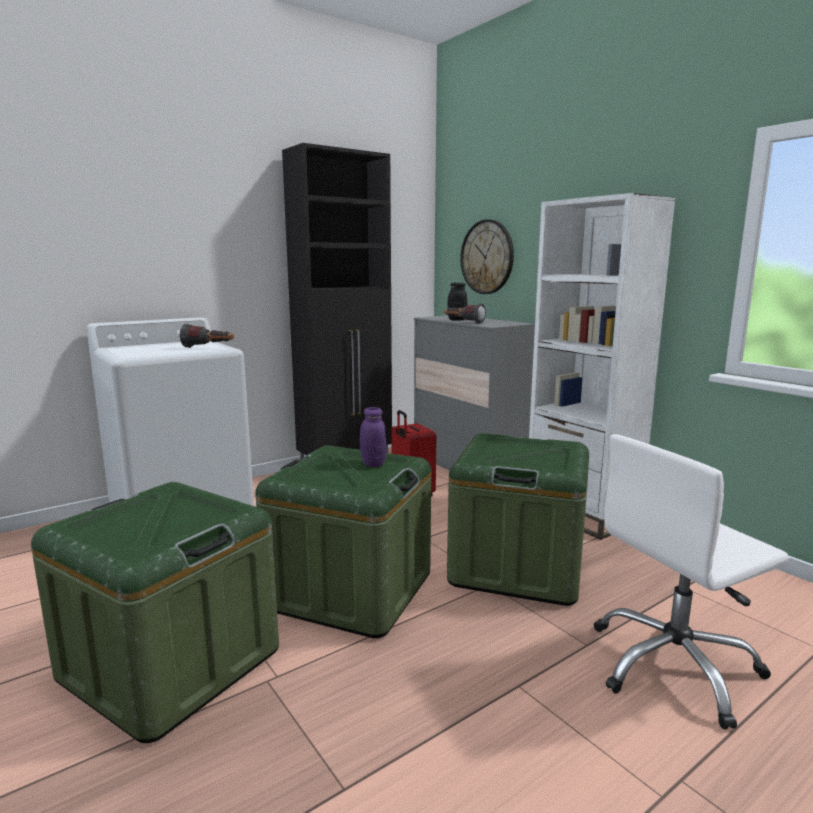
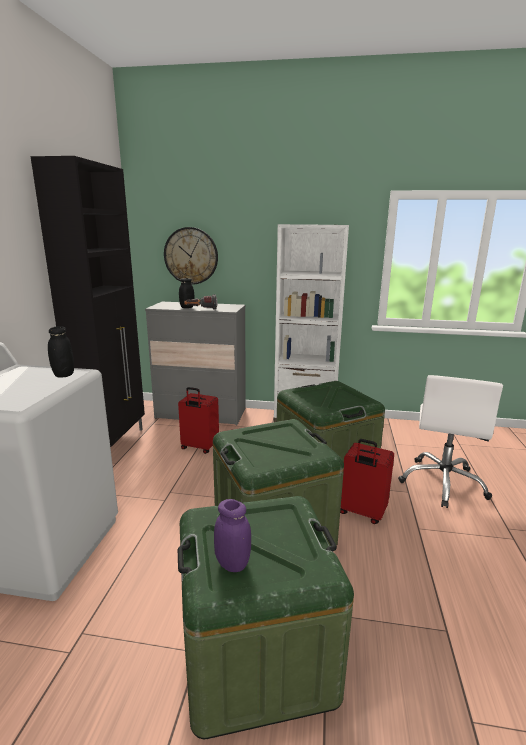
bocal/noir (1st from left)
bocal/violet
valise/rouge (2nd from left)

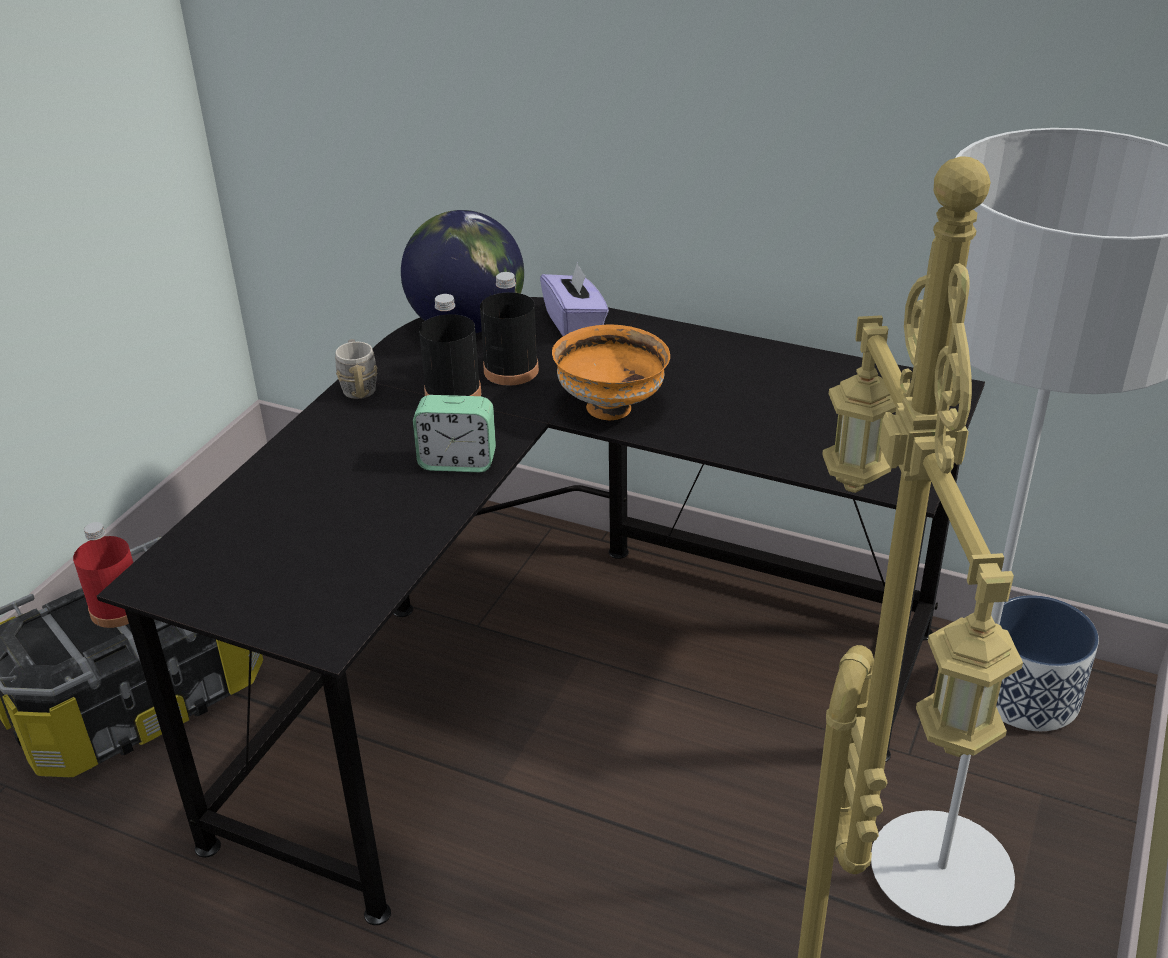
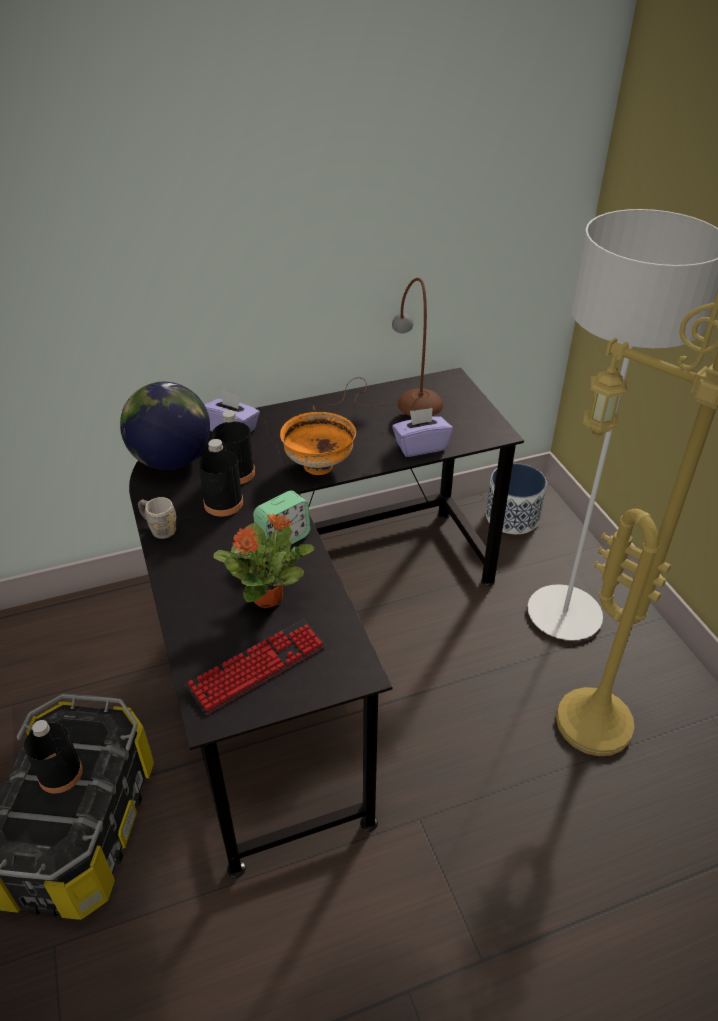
bouteille/noir (1st from left)
clavier
plante en pot
lampe de table/marron
boîte à mouchoirs/violet (2nd from left)

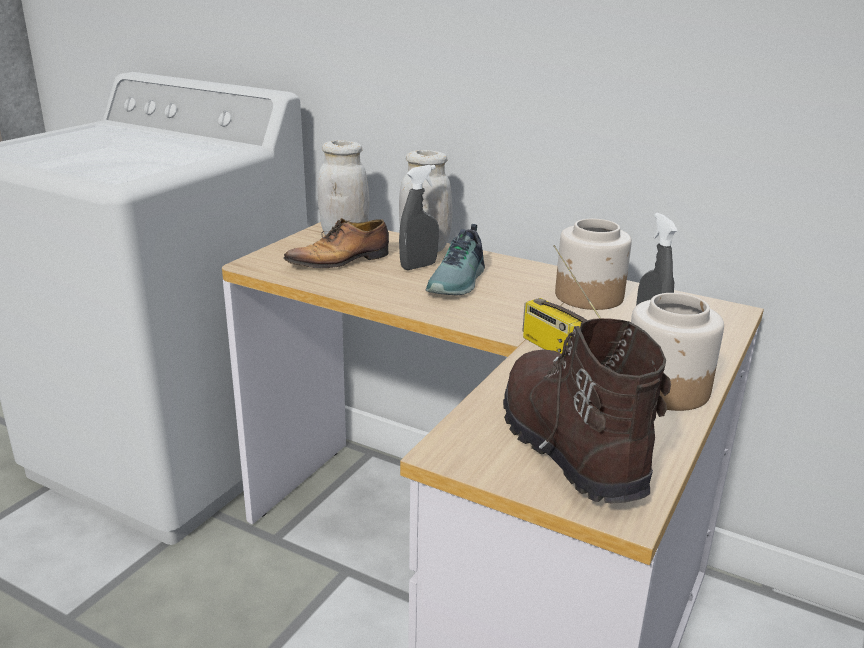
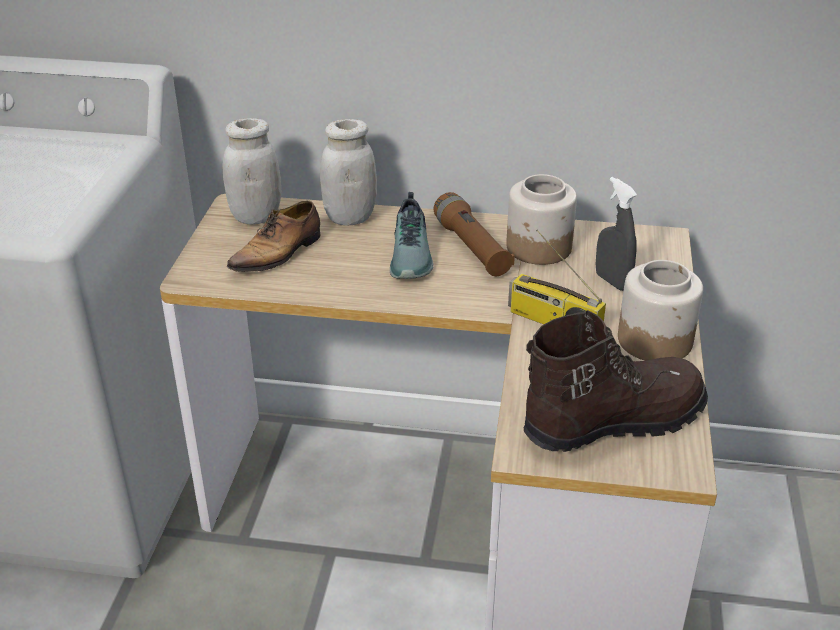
lampe de poche/marron
botte/marron
vaporisateur/gris (1st from left in the first image)

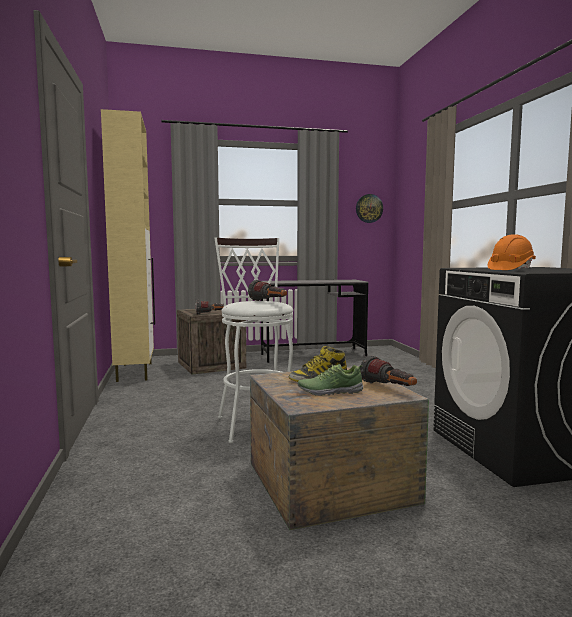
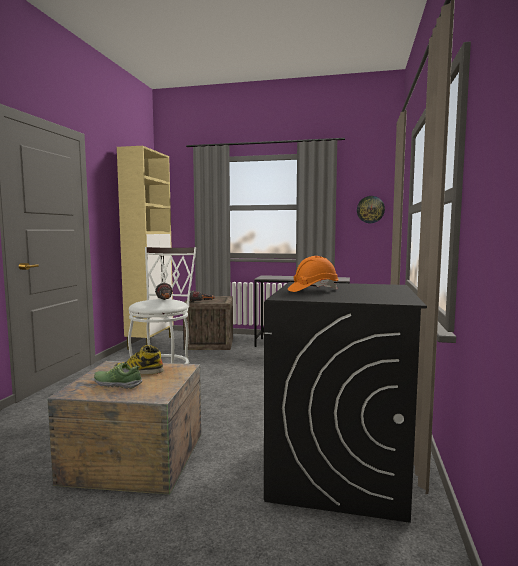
lampe de poche (3rd from left in the first image)

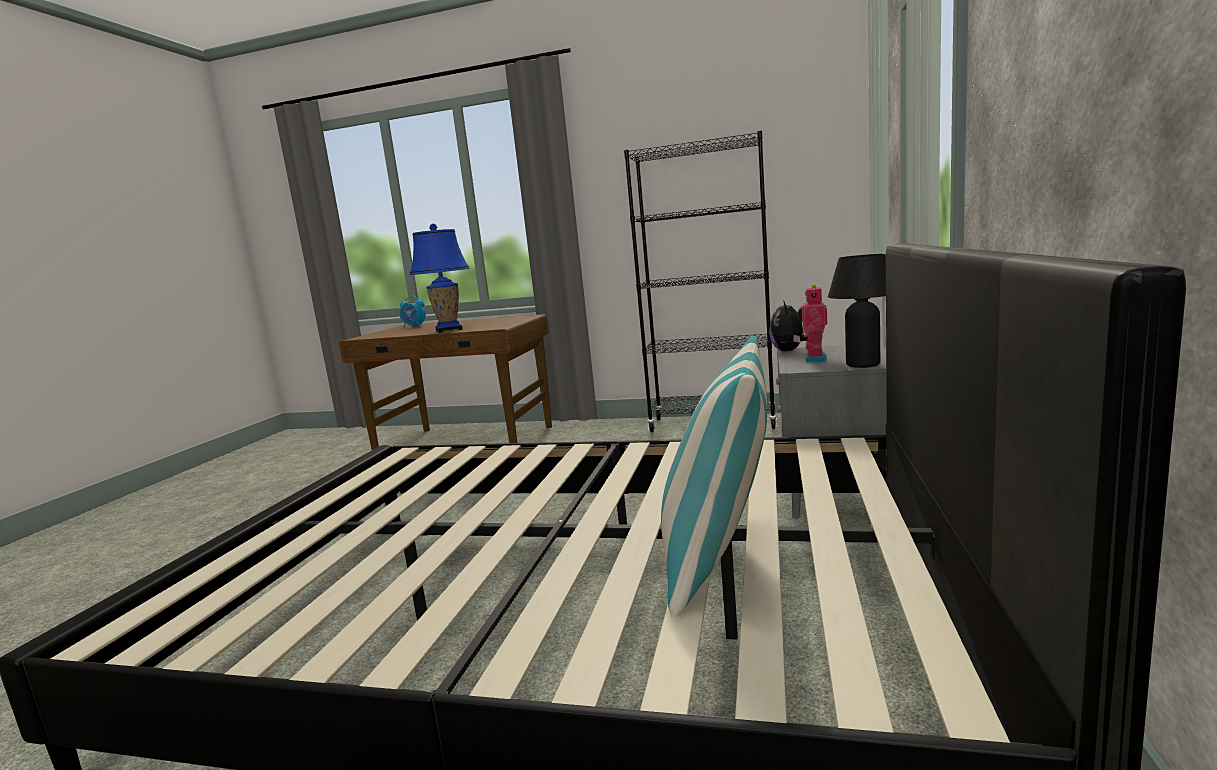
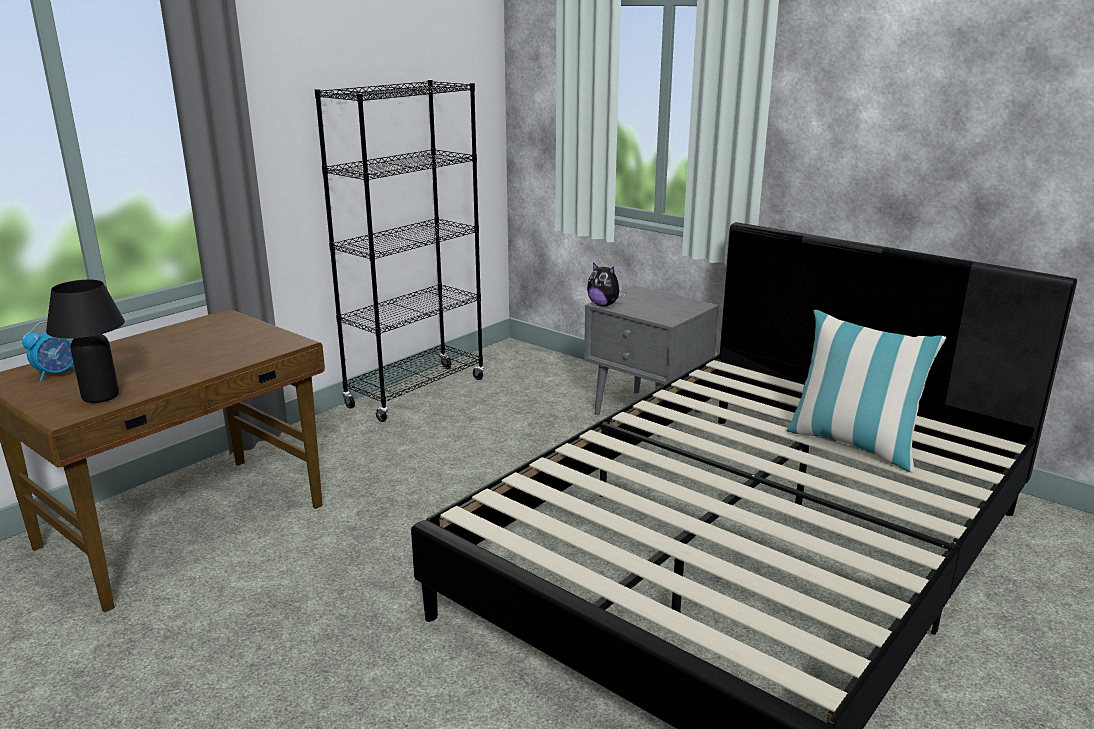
lampe de table/noir
lampe de table/bleu
robot jouet

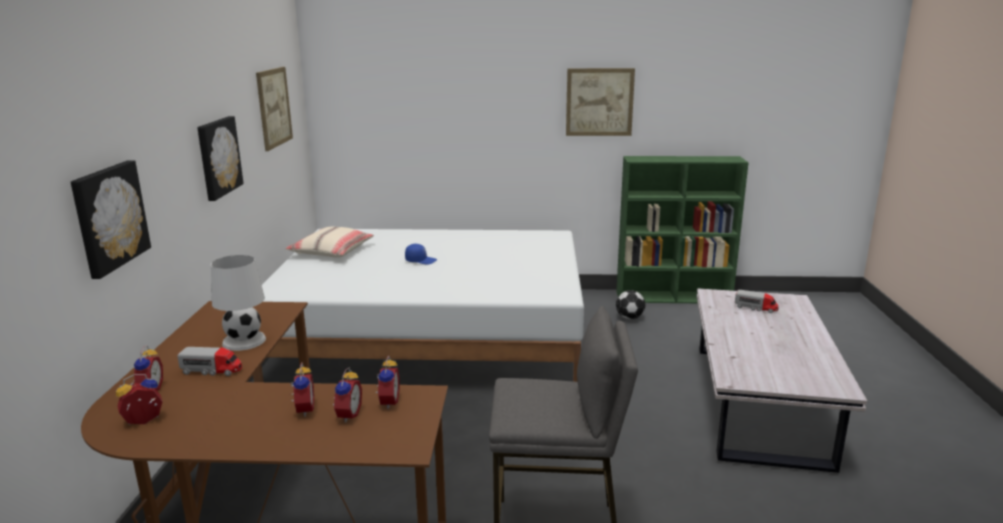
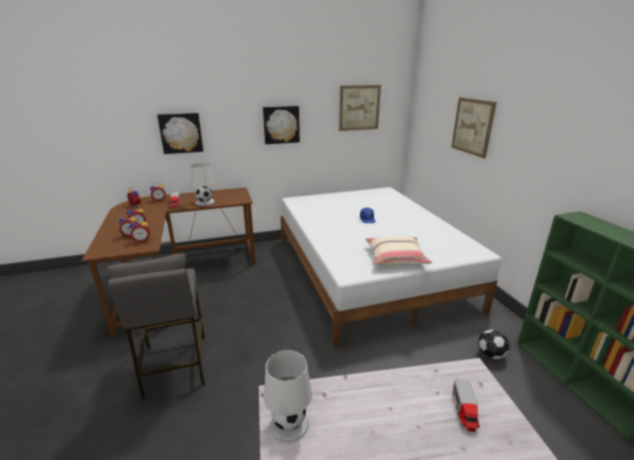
lampe de table/blanc (2nd from left)
coussin/beige
tableau (4th from left)

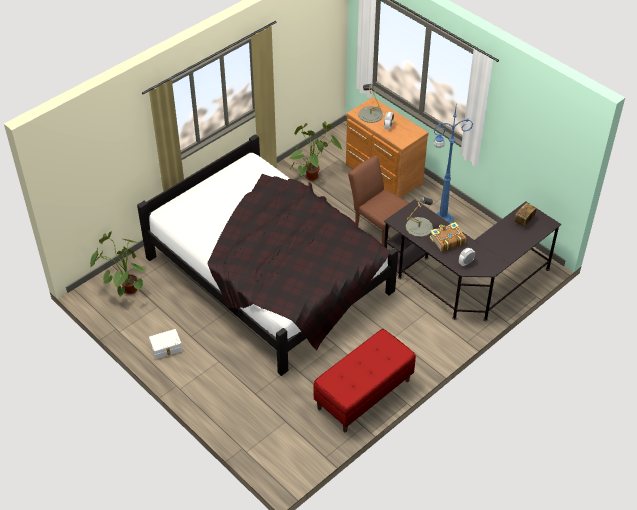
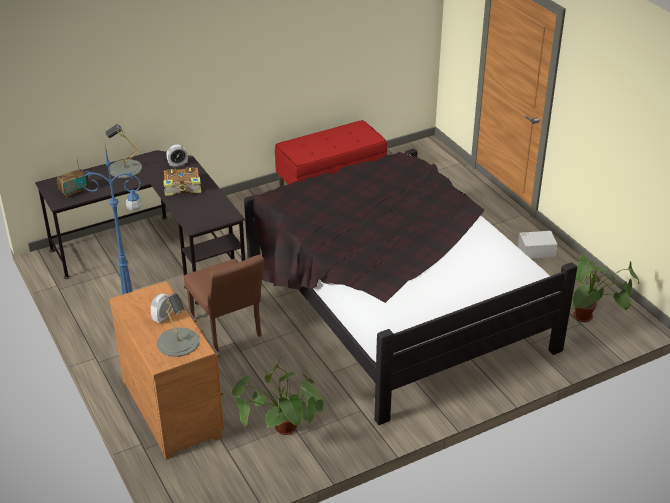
lampe de table/gris (1st from left)

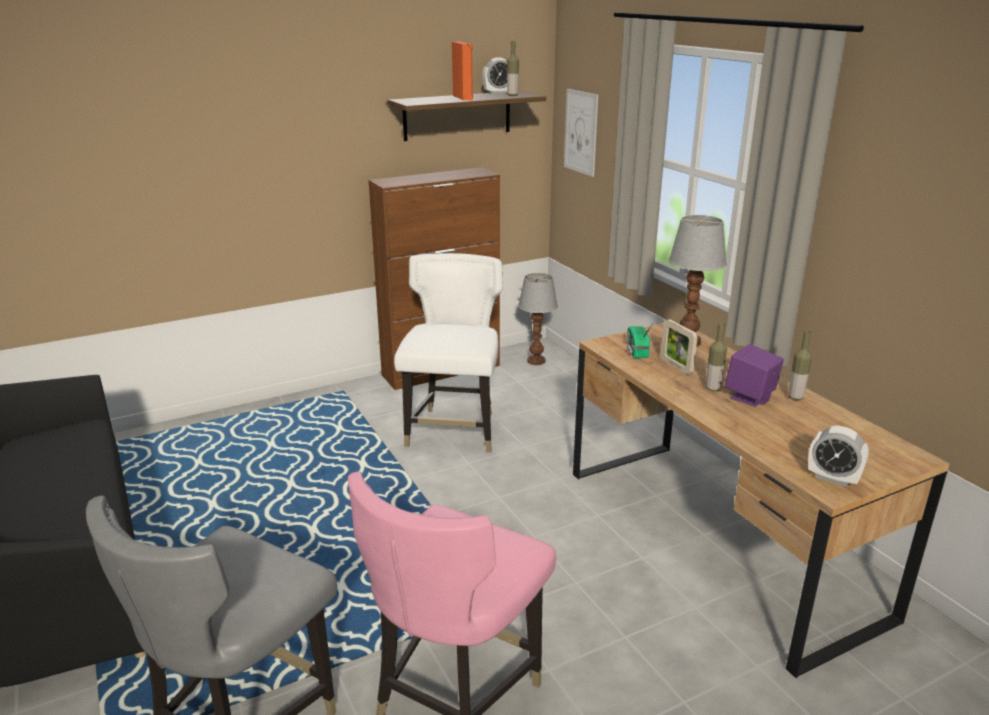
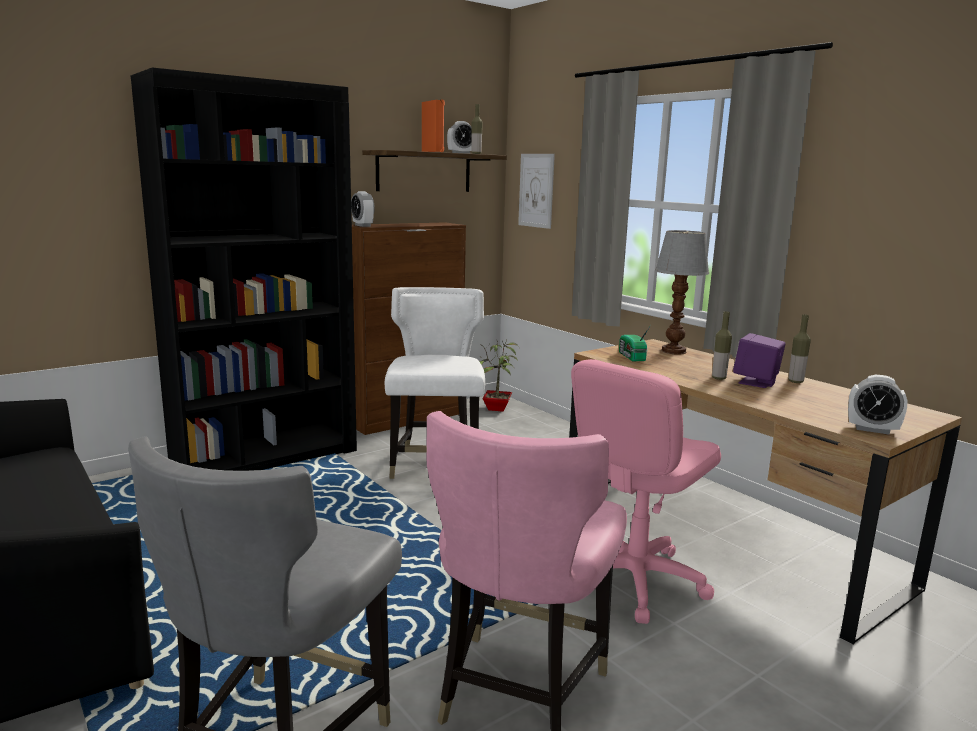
bibliothèque/noir
réveil (1st from left)
plante en pot
chaise de bureau/rose
cadre photo

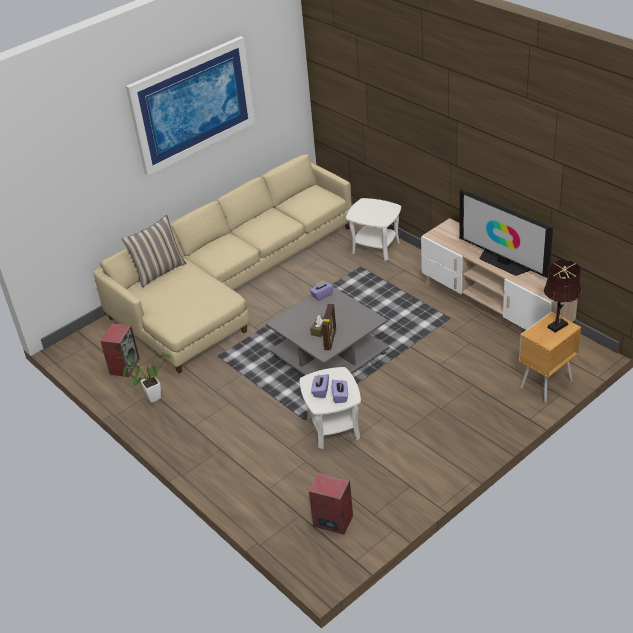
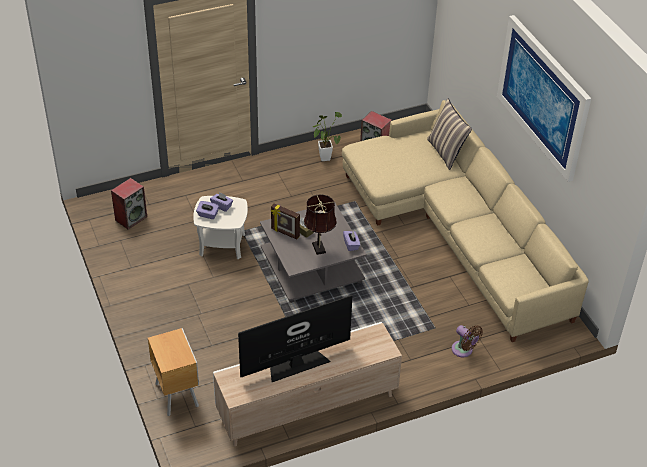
lampe de table/marron
ventilateur/marron

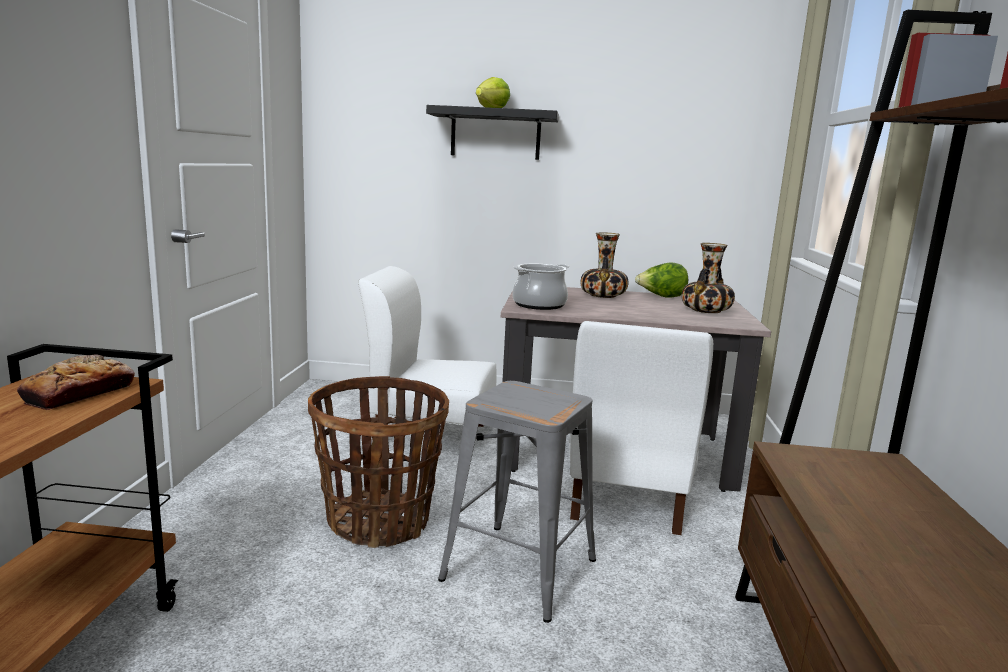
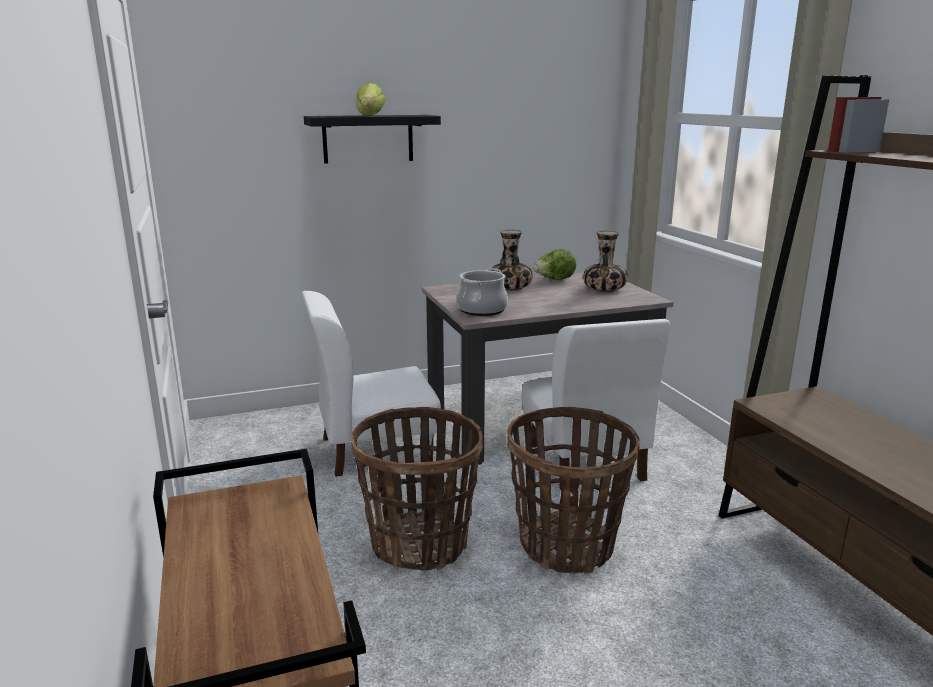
panier (2nd from left)
pain

